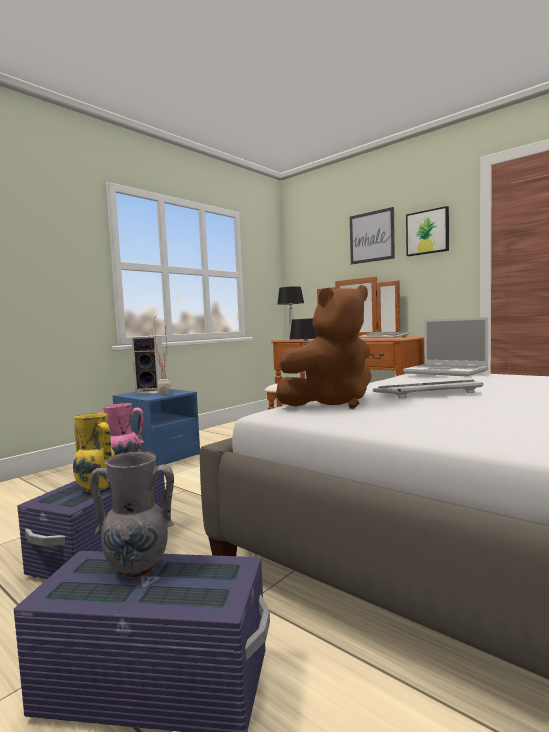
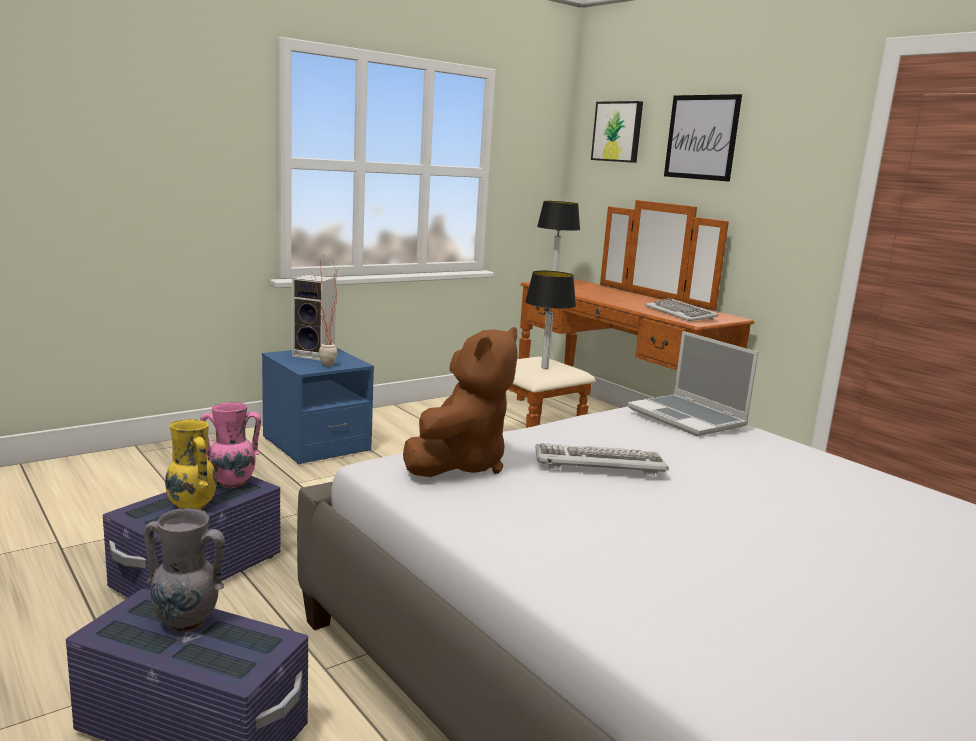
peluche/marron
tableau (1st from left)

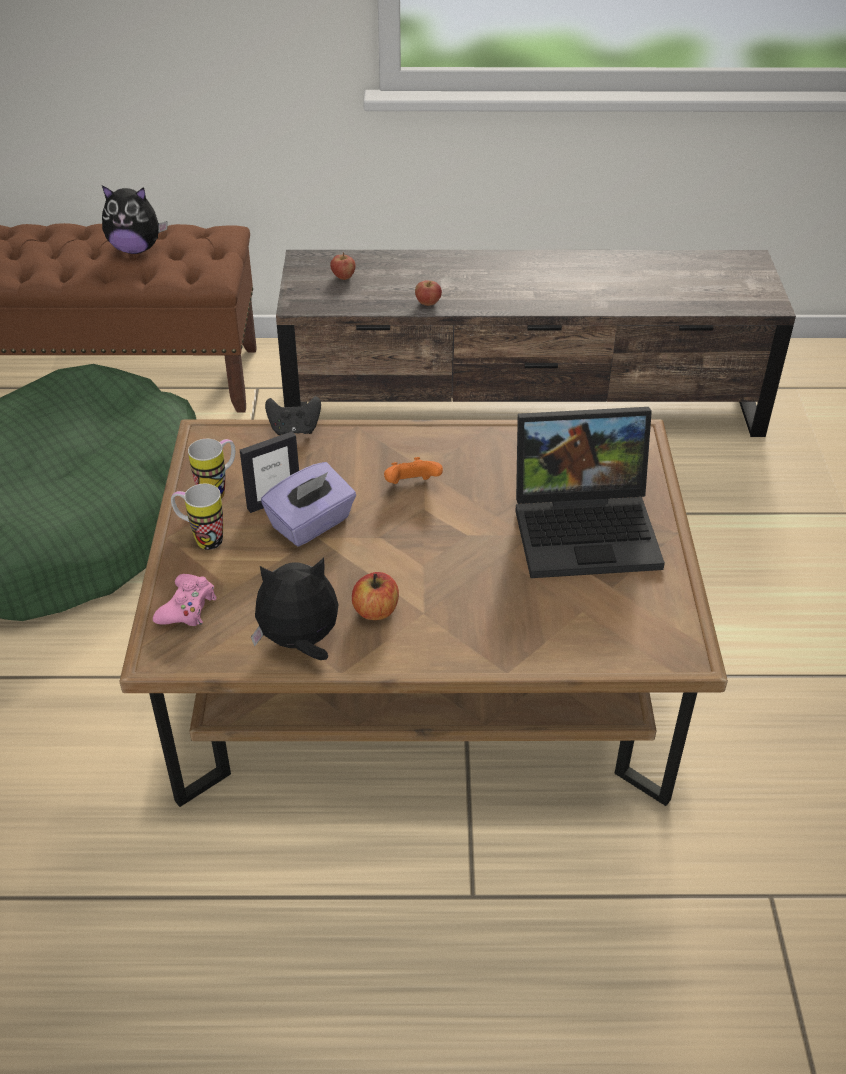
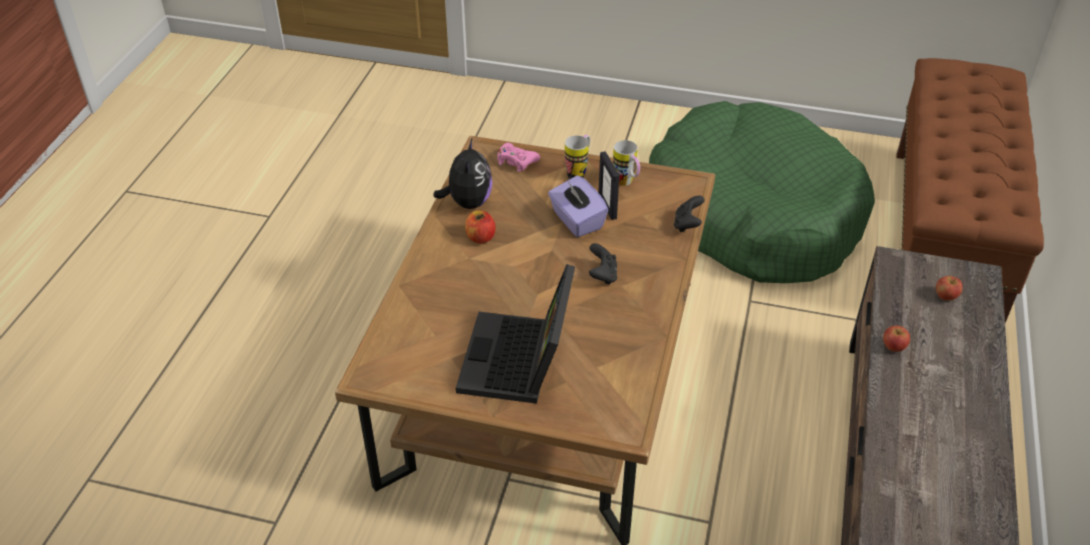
manette/noir (1st from left)
peluche (1st from left in the first image)

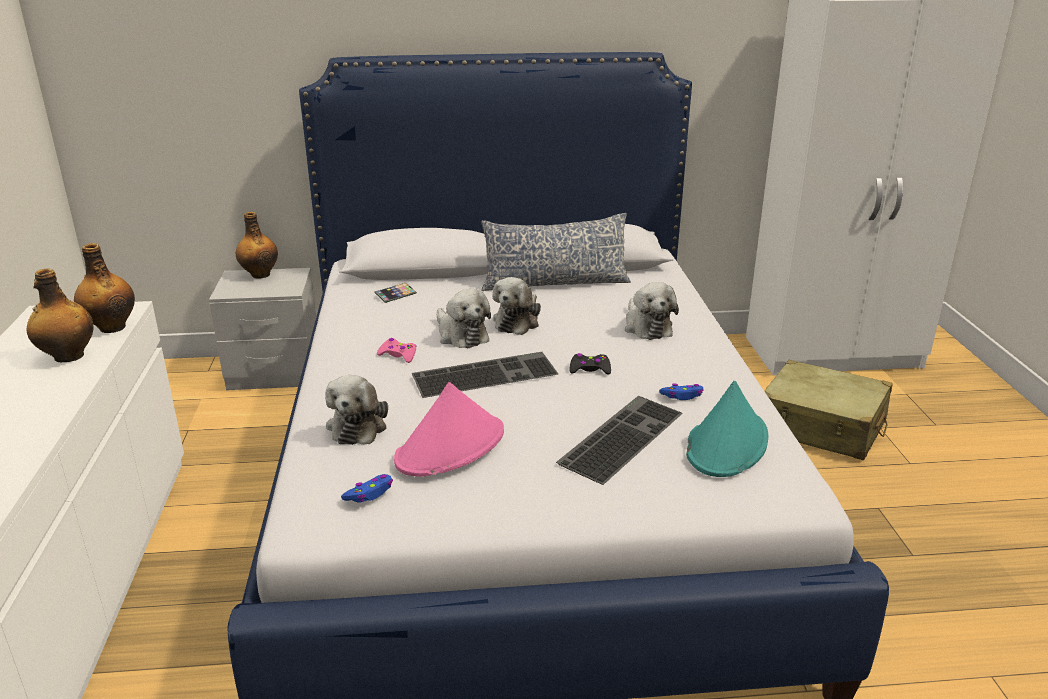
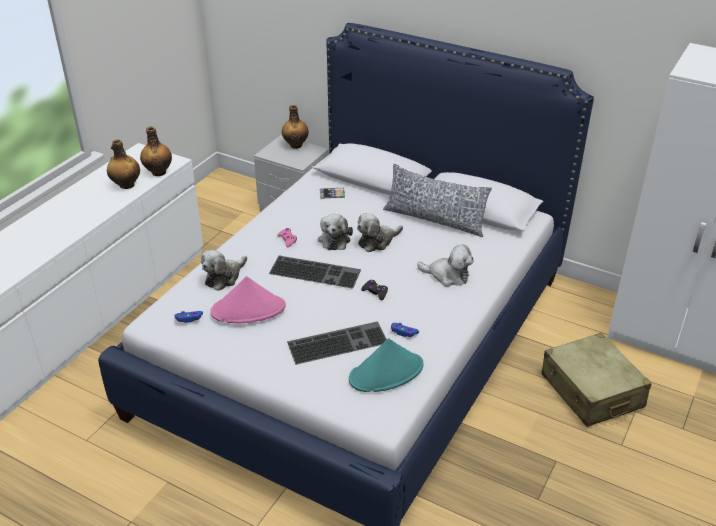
peluche (4th from left)

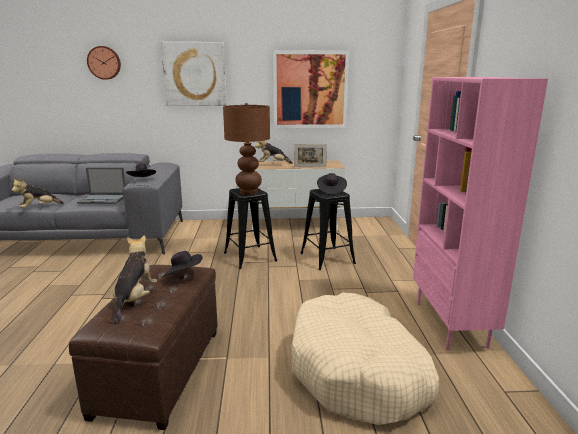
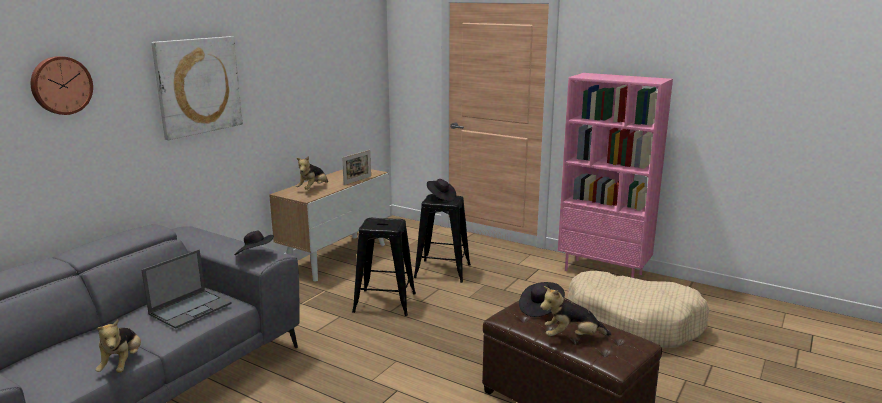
peluche (3rd from left)
lampe de table/marron
tableau (2nd from left in the first image)

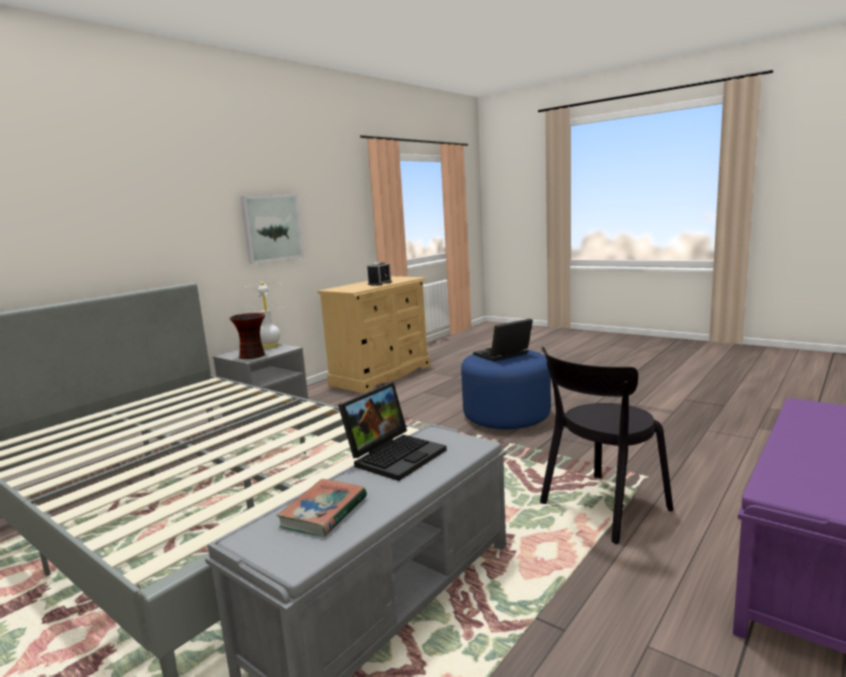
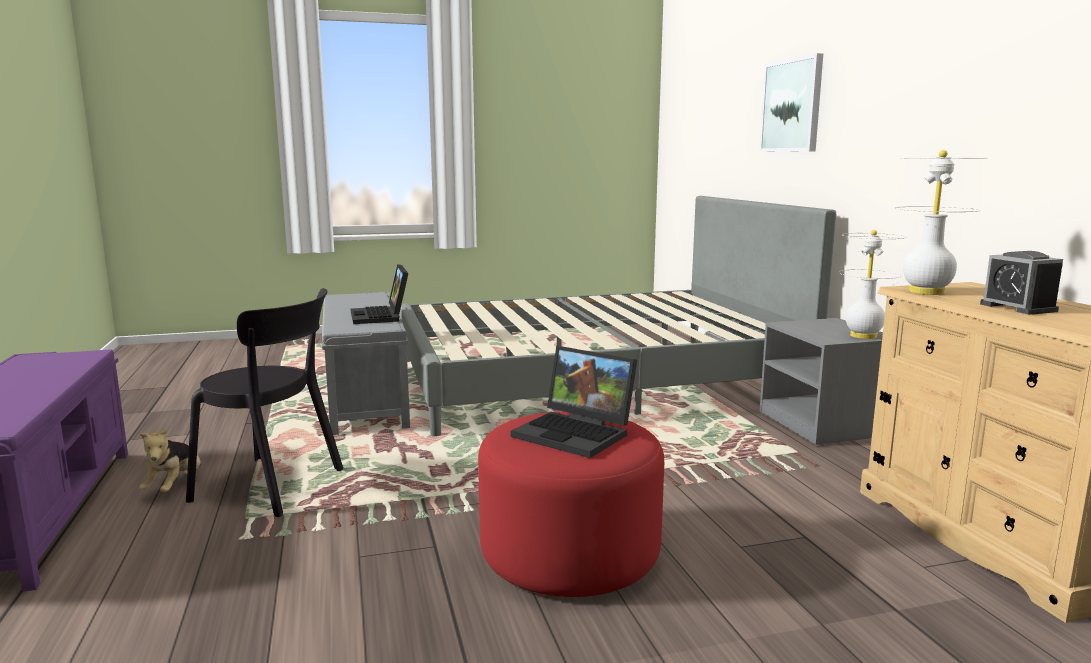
peluche
chaise/noir
pouf/rouge
ordinateur portable (2nd from left)
tableau
lampe de table/blanc (2nd from left)
vase
livre

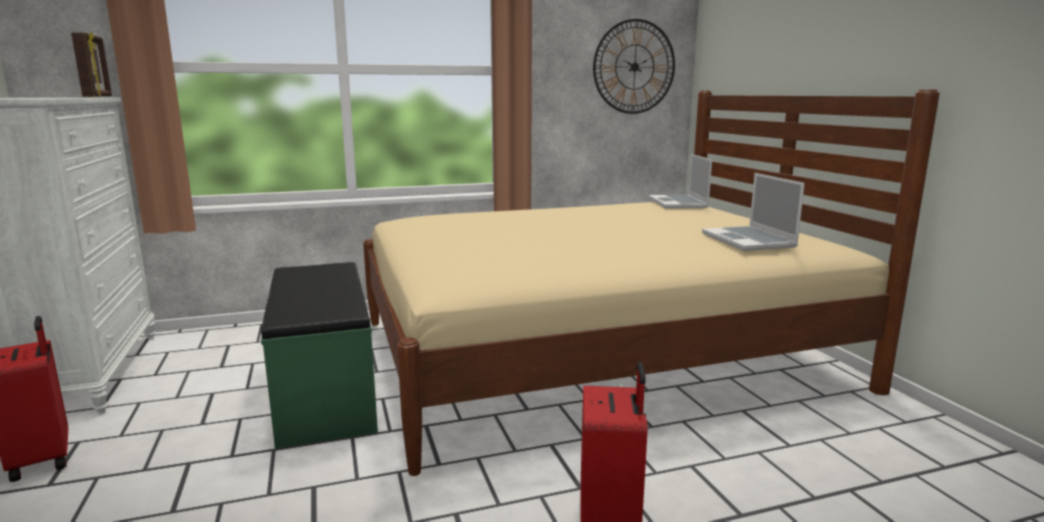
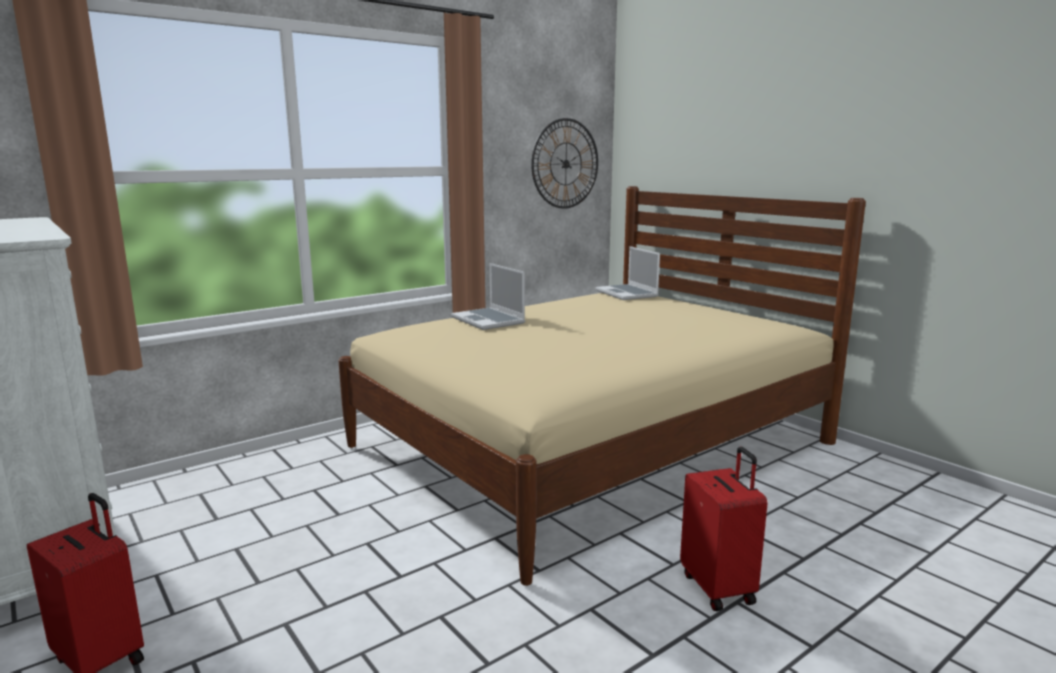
ordinateur portable (1st from left)
cadre photo
banc/vert

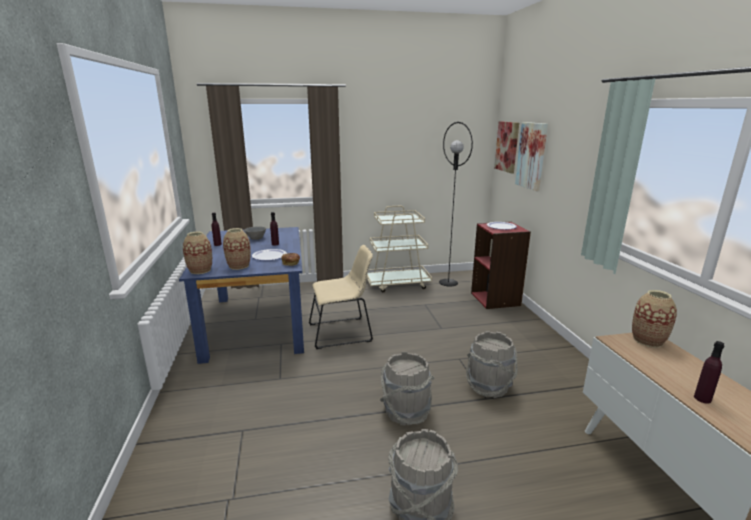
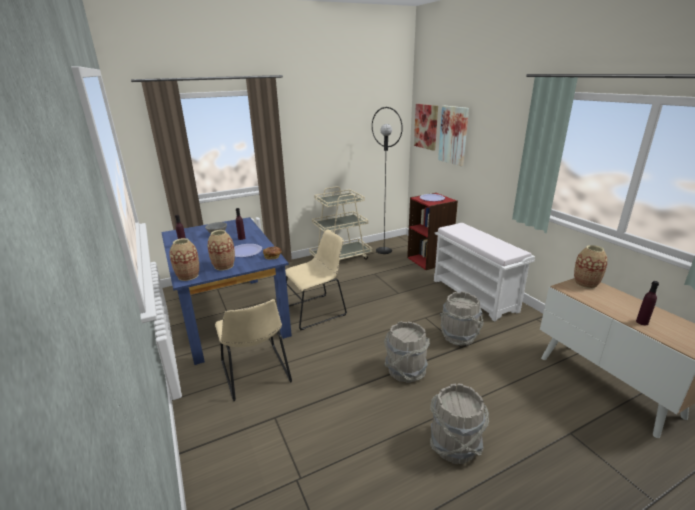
chaise/beige (1st from left)
banc/blanc

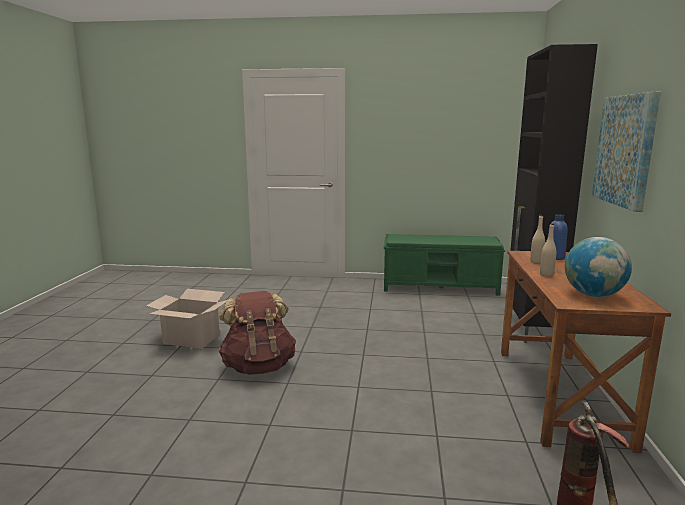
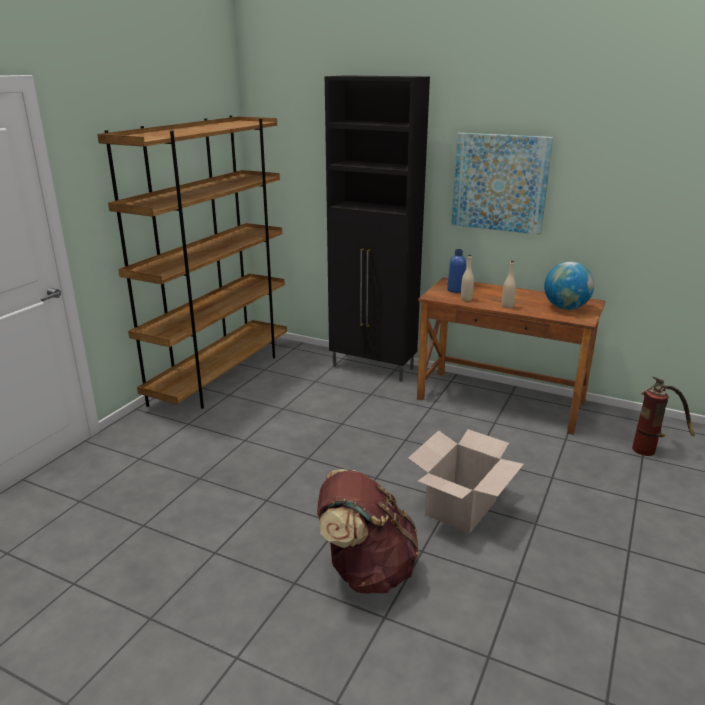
bibliothèque/marron
carton

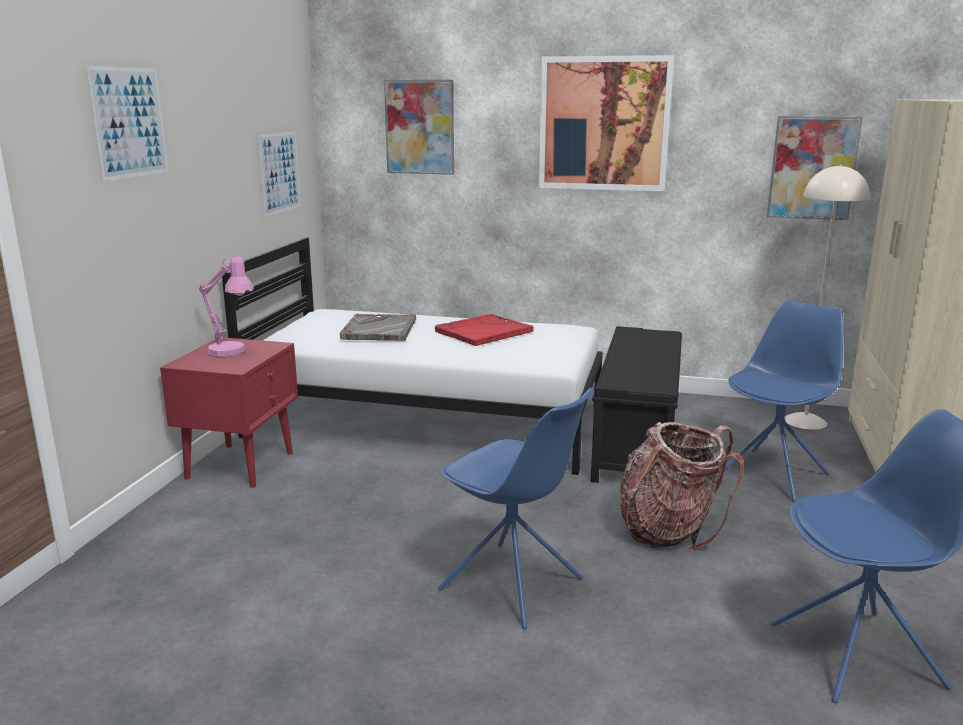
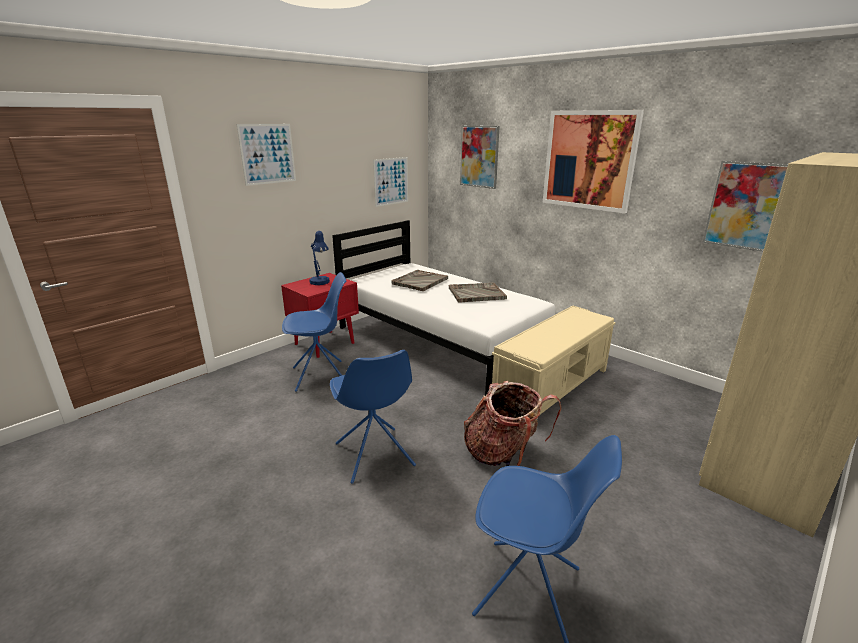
chaise/bleu (1st from left)
lampe de table/bleu
plateau/gris (2nd from left)
banc/beige
lampadaire/beige

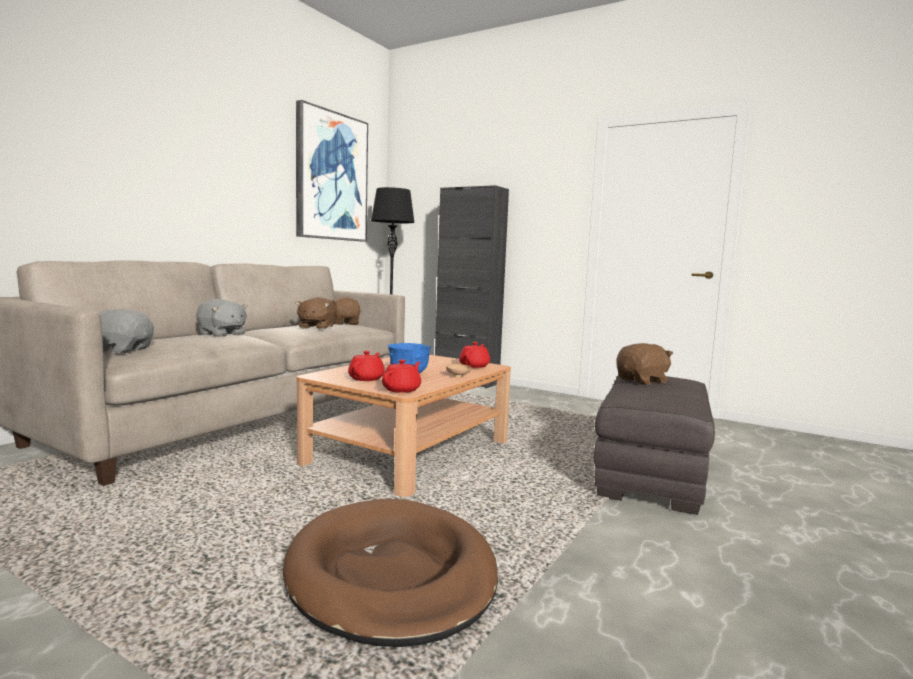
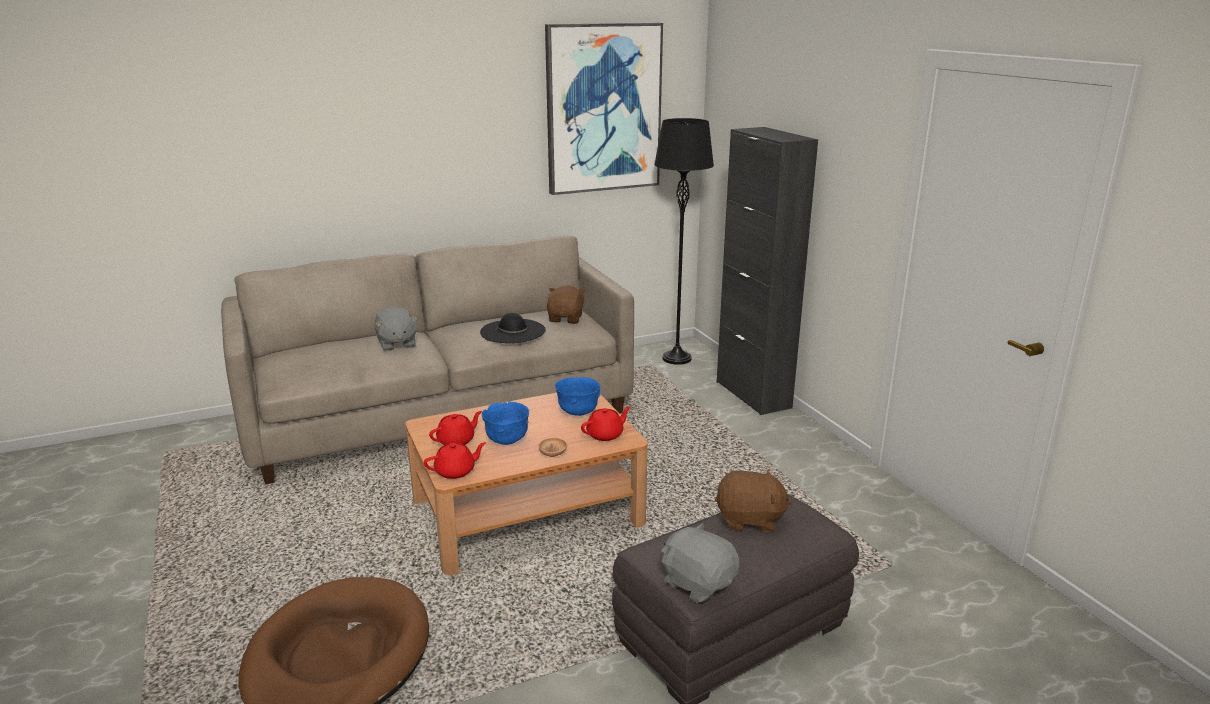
chapeau/noir
bol/bleu (2nd from left)
peluche/gris (2nd from left)

